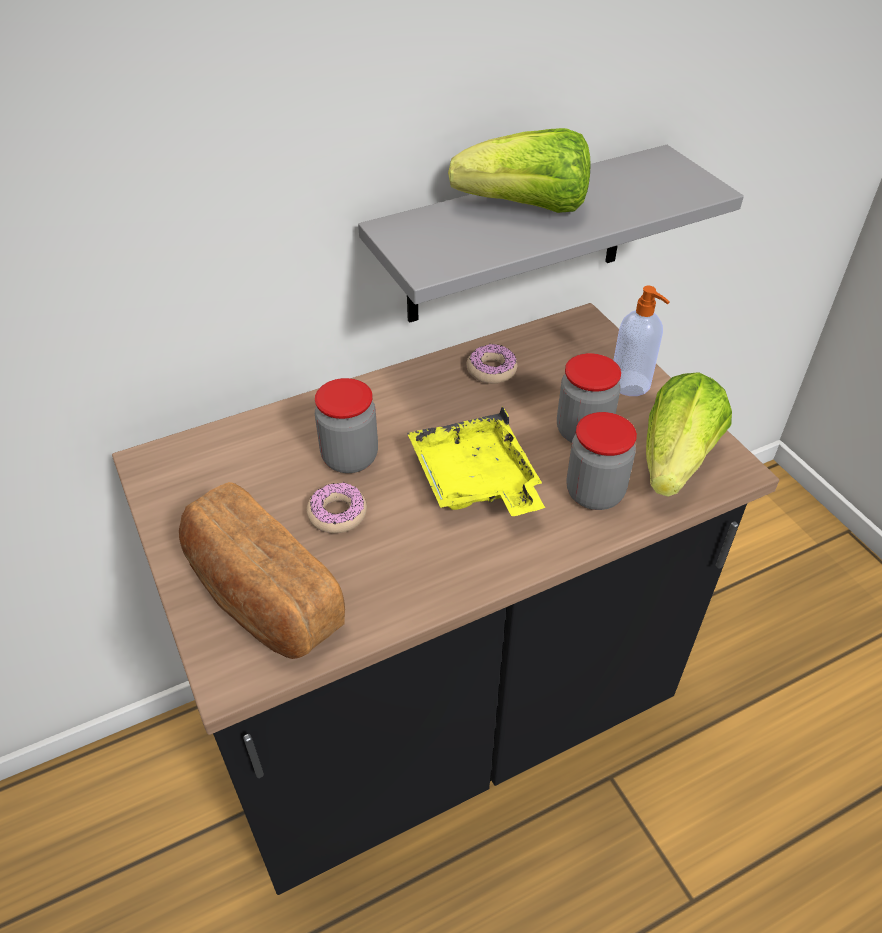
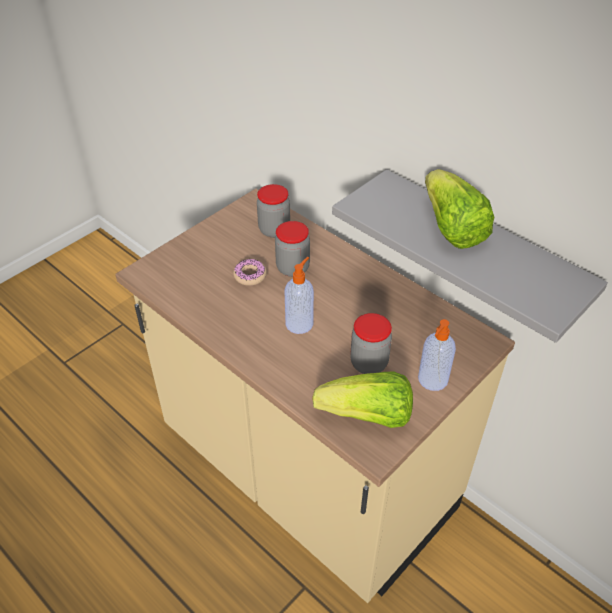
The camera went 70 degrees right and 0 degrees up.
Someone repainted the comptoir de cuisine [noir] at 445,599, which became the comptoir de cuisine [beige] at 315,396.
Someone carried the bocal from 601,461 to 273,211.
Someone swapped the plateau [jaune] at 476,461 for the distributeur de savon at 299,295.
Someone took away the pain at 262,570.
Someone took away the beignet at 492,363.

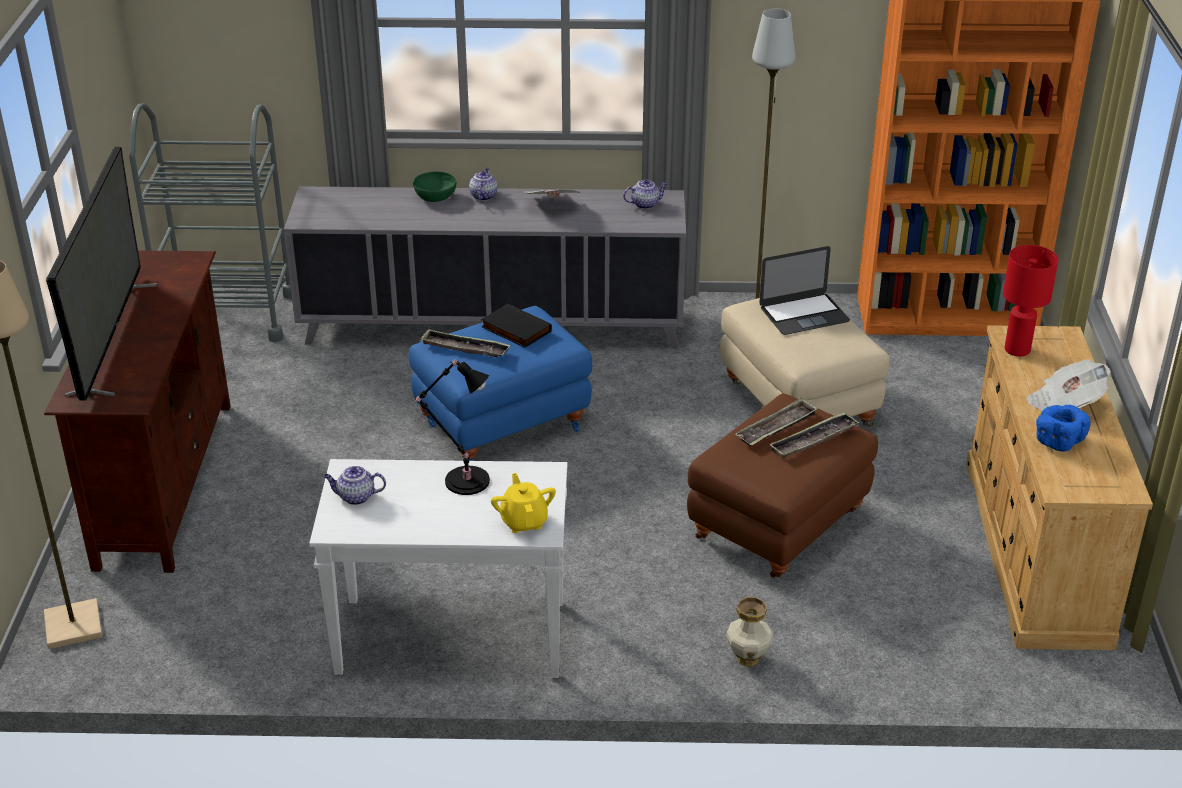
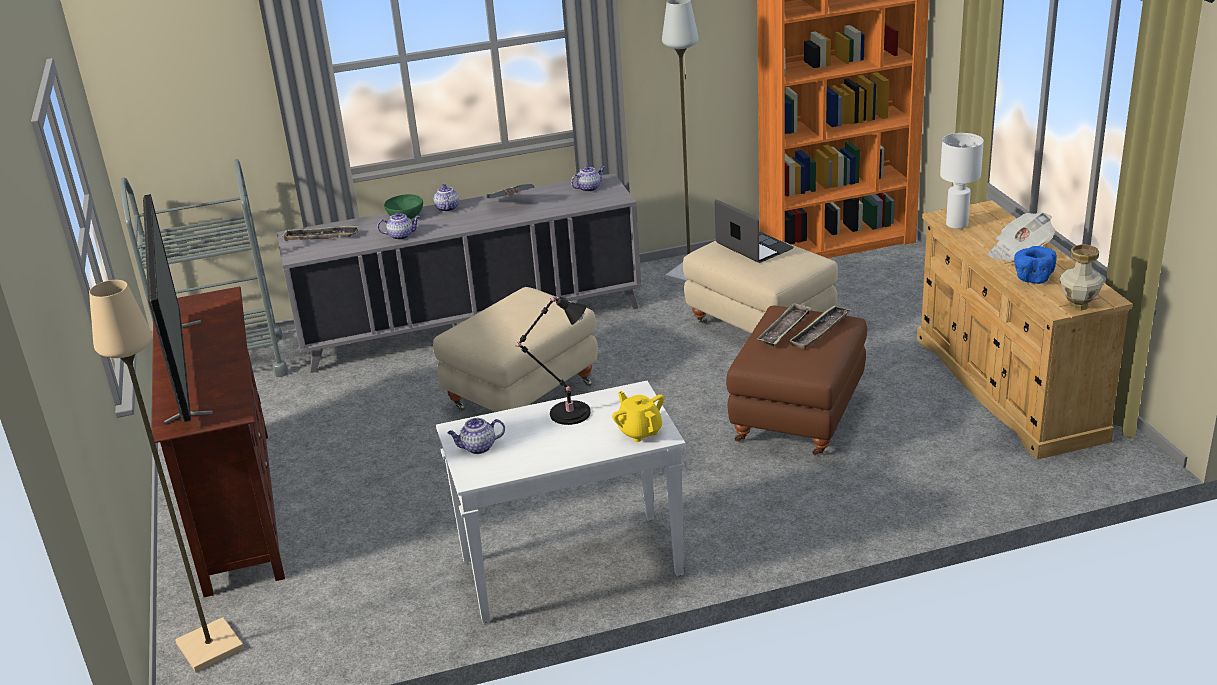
The camera went 15 degrees left and 5 degrees down.
Someone carried the plateau from 465,343 to 320,233.
Someone put down the théière at 398,226.
Someone repainted the pouf [bleu] at 500,383, which became the pouf [beige] at 515,349.
Someone rotated the ordinateur portable at 804,290 by 90 degrees counterclockwise.
Someone repainted the lampe de table [rouge] at 1031,301, which became the lampe de table [blanc] at 962,181.
Someone carried the vase from 749,631 to 1082,277.
Someone took away the livre [noir] at 516,326.

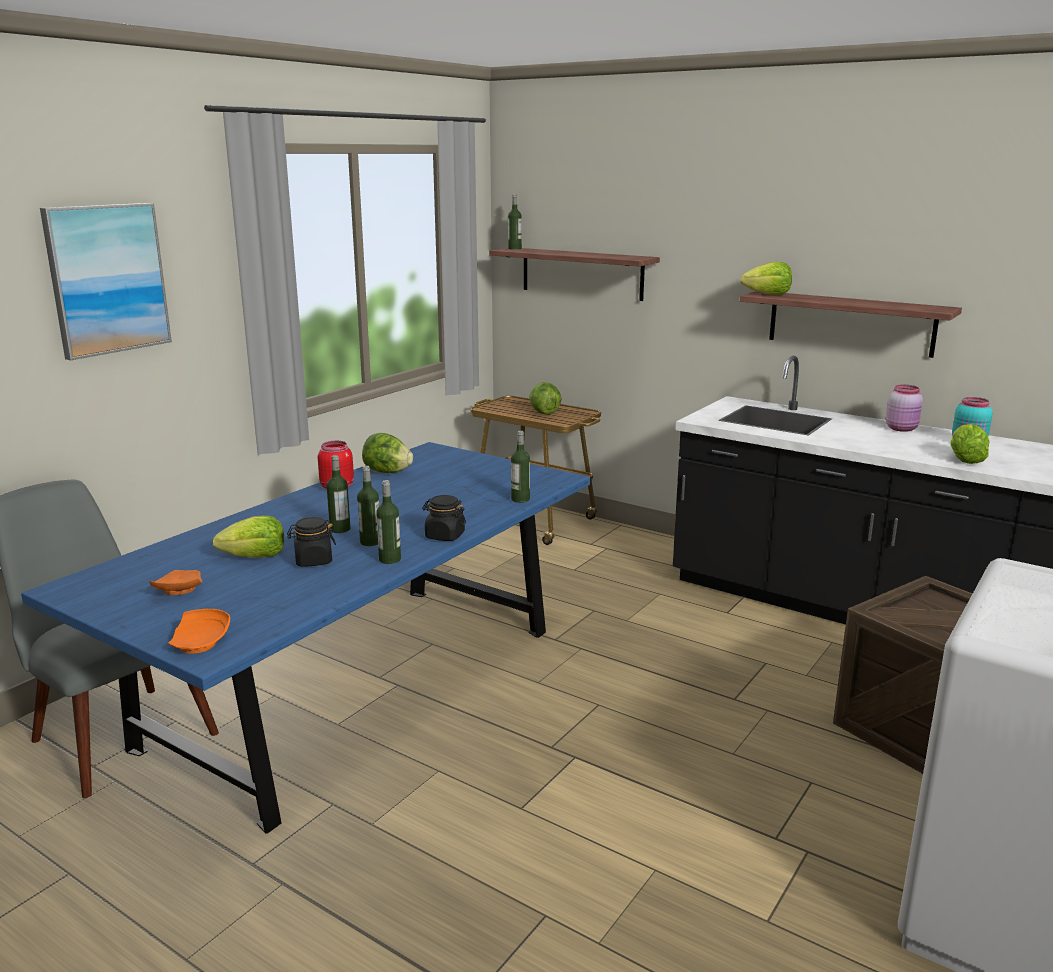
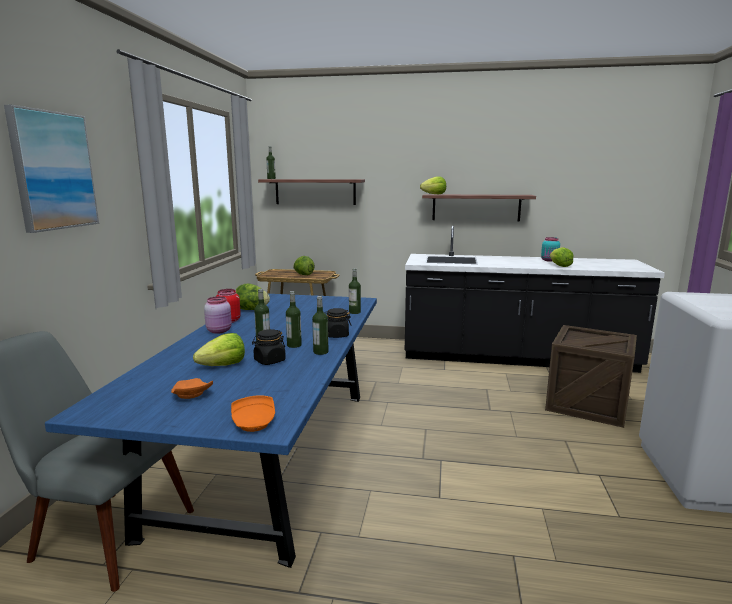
The camera went 25 degrees left and 5 degrees down.
Someone carried the bocal [rose] from 904,408 to 218,315.

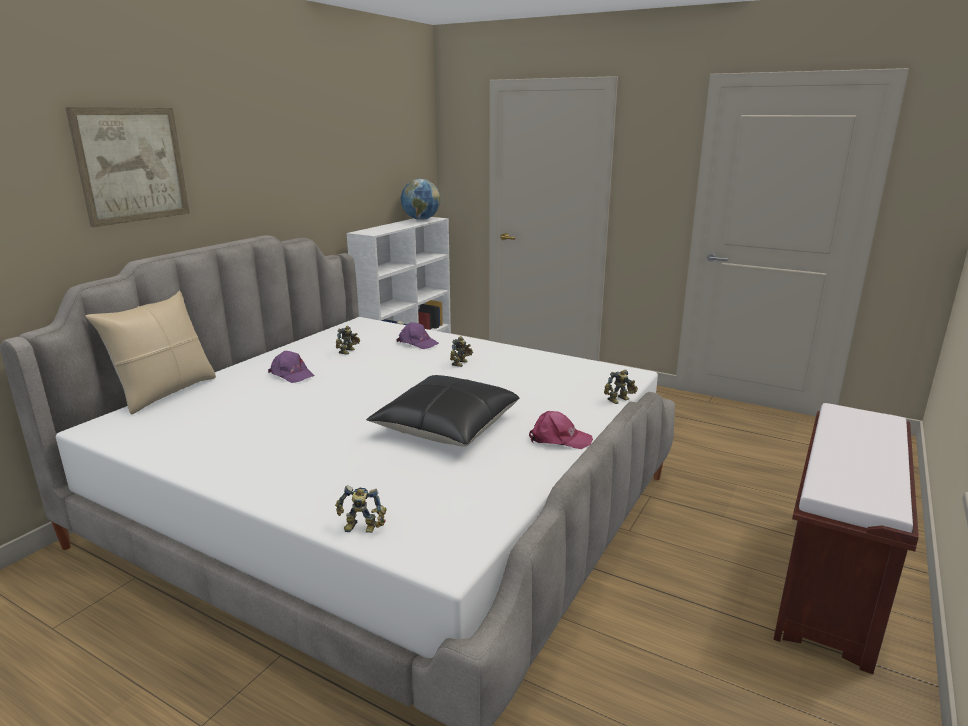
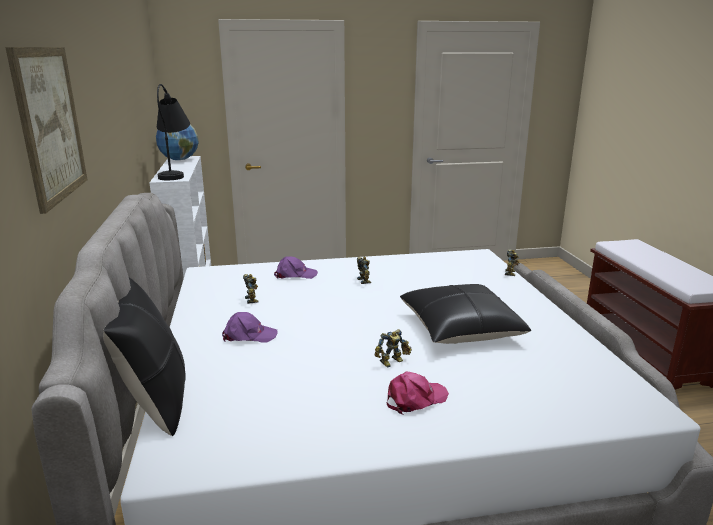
The camera went 40 degrees left and 0 degrees up.
Someone repainted the coussin [beige] at 151,352, which became the coussin [noir] at 144,356.
Someone put down the lampe de table [noir] at 173,132.
Someone carried the robot jouet from 361,509 to 393,348.
Someone carried the casquette [rose] from 561,430 to 418,393.

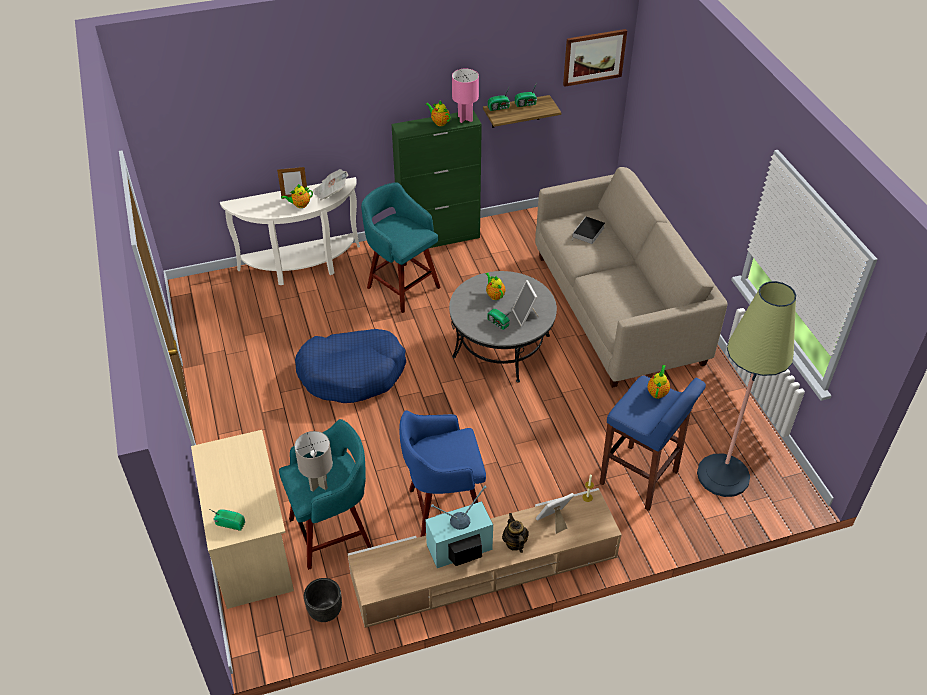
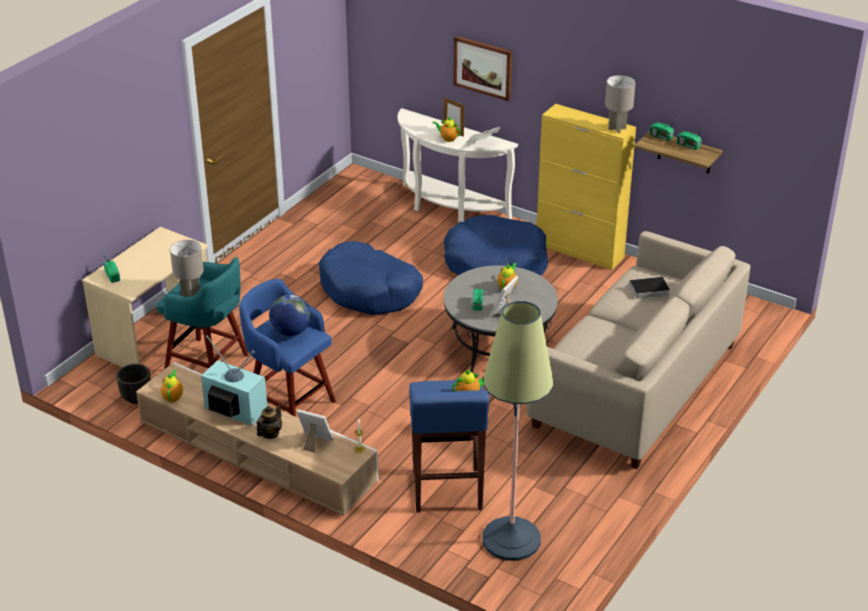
The camera went 50 degrees right and 10 degrees down.
Someone carried the théière from 437,113 to 172,386.
Someone put down the globe at 290,315.
Someone swapped the tabouret [turquoise] at 401,247 for the panier pour chien [bleu] at 496,245.
Someone carried the tableau from 595,58 to 482,68.
Someone repainted the meuble de rangement [vert] at 436,179, which became the meuble de rangement [jaune] at 586,187.
Someone repainted the lampe de table [rose] at 465,96, which became the lampe de table [gris] at 620,104.

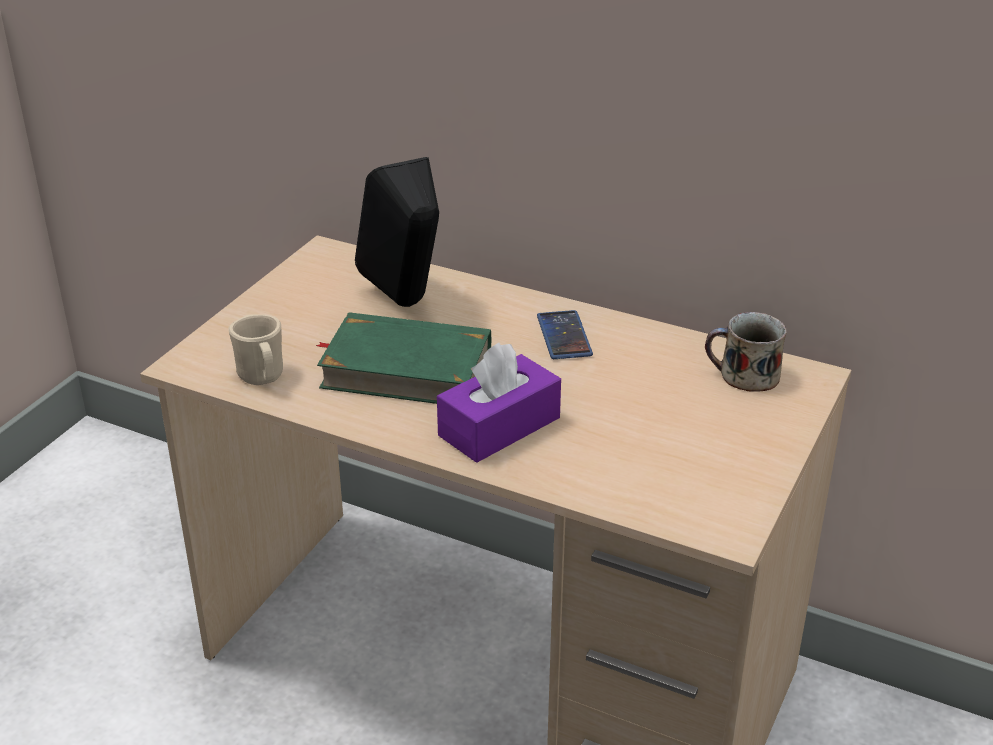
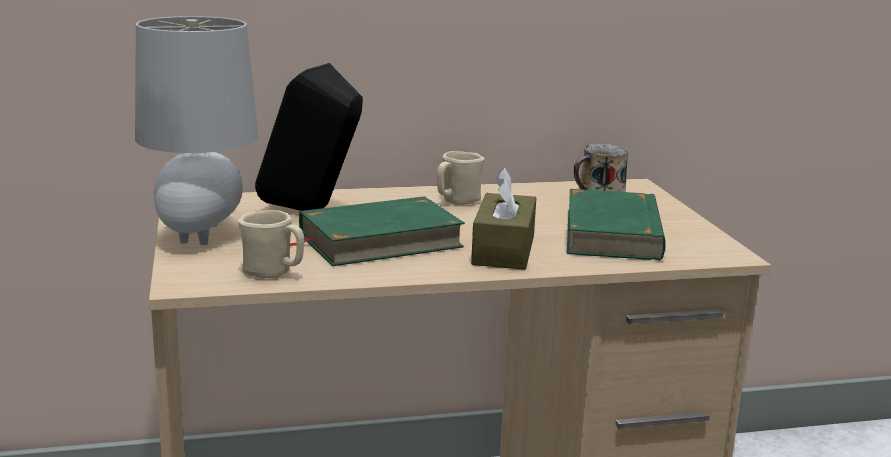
The camera went 40 degrees left and 15 degrees down.
Someone put down the lampe de table [gris] at 197,130.
Someone swapped the téléphone at 565,334 for the mug [beige] at 460,178.
Someone repainted the boîte à mouchoirs [violet] at 499,403, which became the boîte à mouchoirs [marron] at 503,218.
Someone put down the livre [vert] at 616,224.

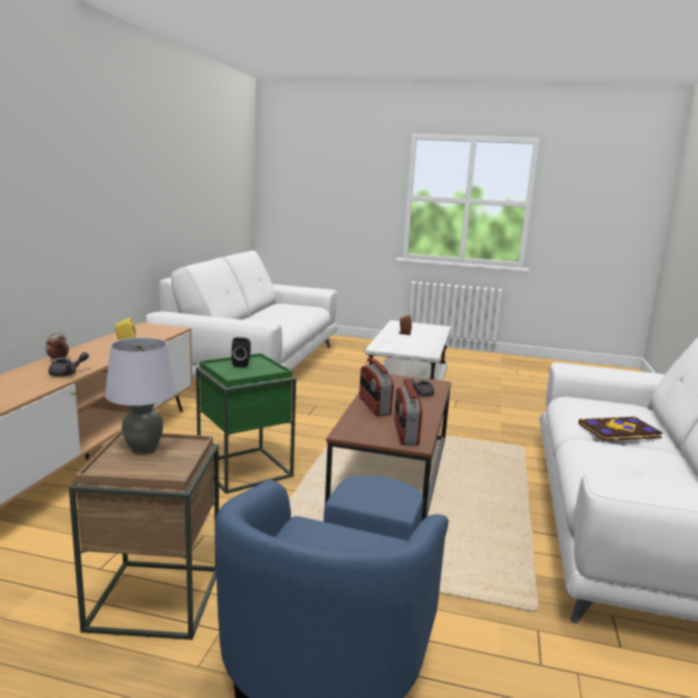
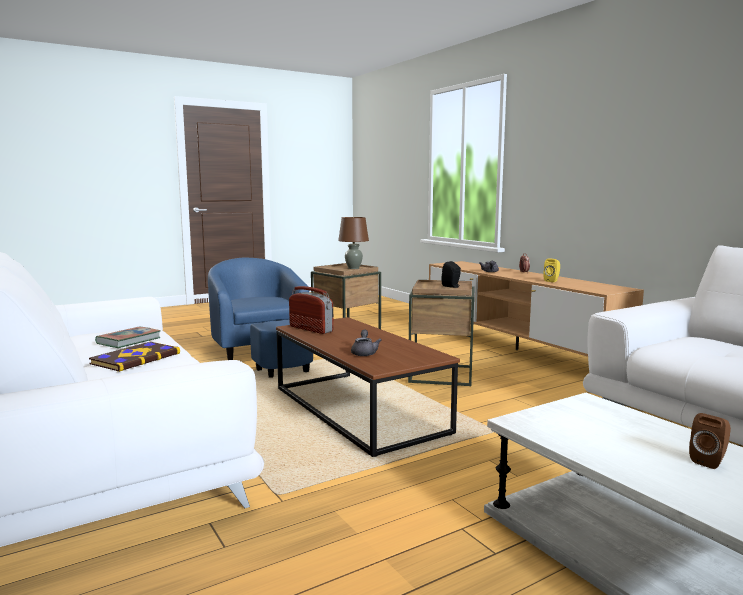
The camera went 135 degrees right and 5 degrees down.
Someone put down the livre at 128,337.
Someone repainted the lampe de table [gris] at 140,396, which became the lampe de table [marron] at 353,243.
Someone repainted the table d'appoint [vert] at 246,423, which became the table d'appoint [marron] at 441,333.
Someone took away the radio at 376,387.

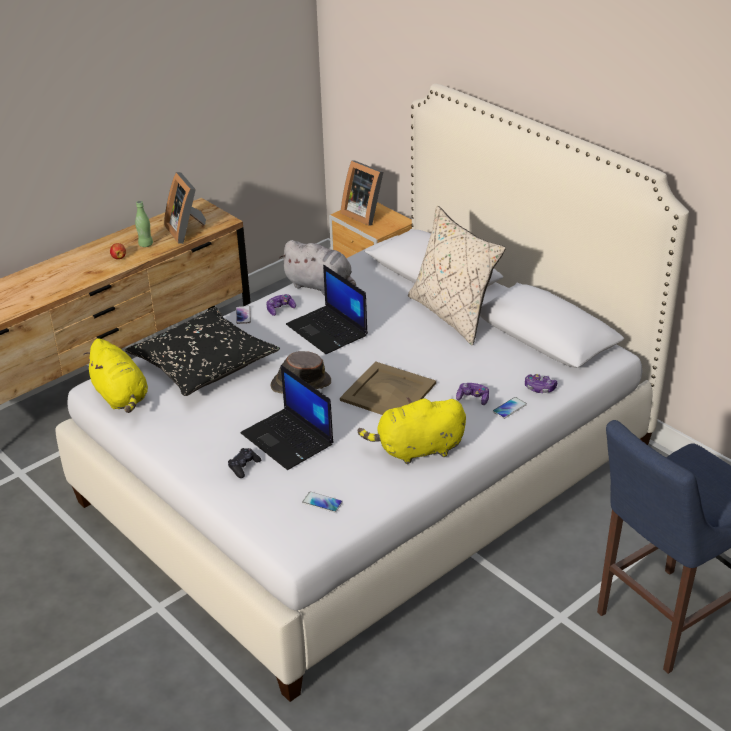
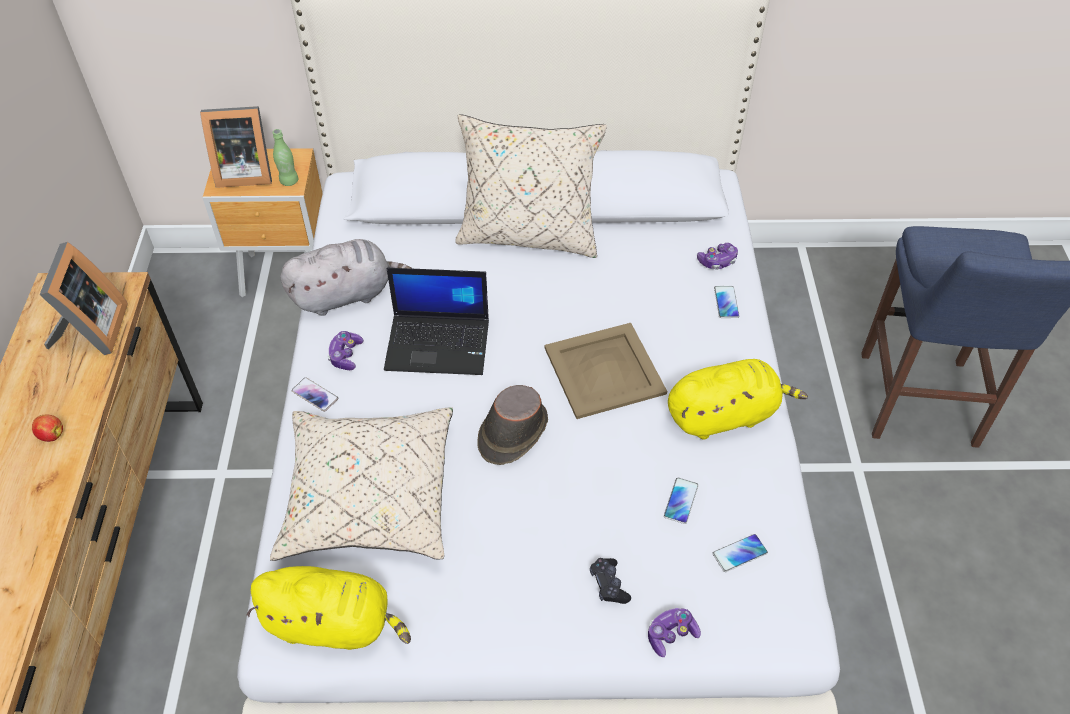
The camera went 50 degrees left and 15 degrees up.
Someone rotated the cadre photo at 185,208 by 105 degrees counterclockwise.
Someone repainted the coussin [noir] at 202,351, which became the coussin [beige] at 361,484.
Someone carried the bouteille [vert] from 144,224 to 285,157.
Someone carried the manette from 472,394 to 674,632.
Someone put down the téléphone at 681,500.
Someone rotated the peluche [jaune] at 412,430 by 135 degrees counterclockwise.
Someone took away the ordinateur portable at 287,417.

